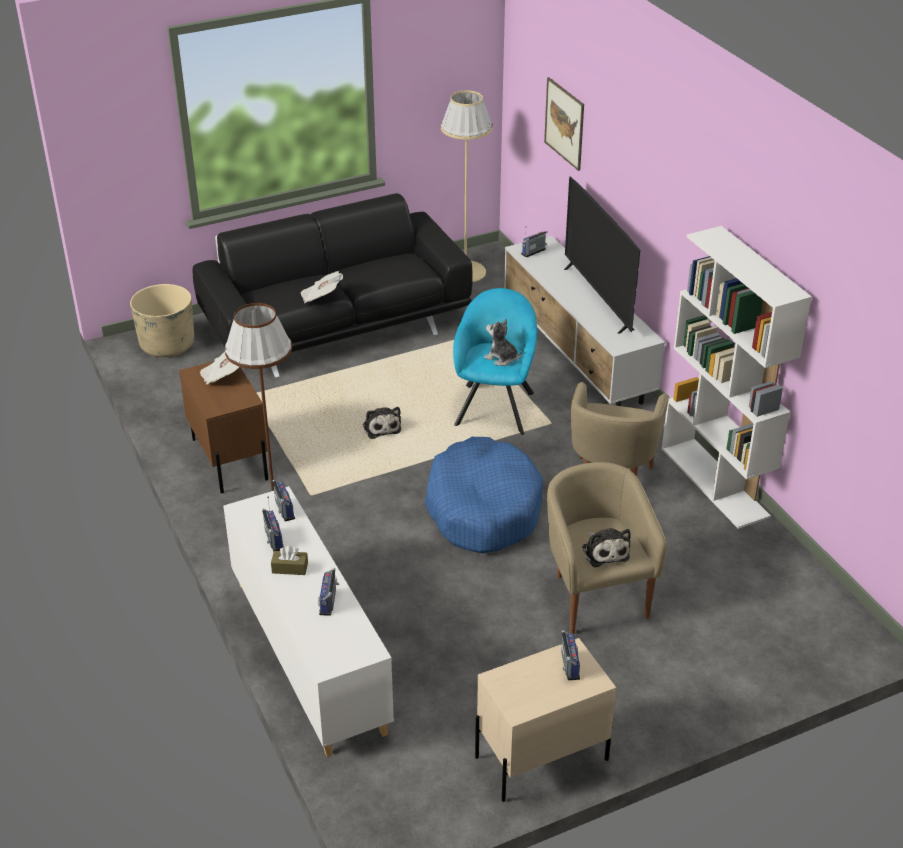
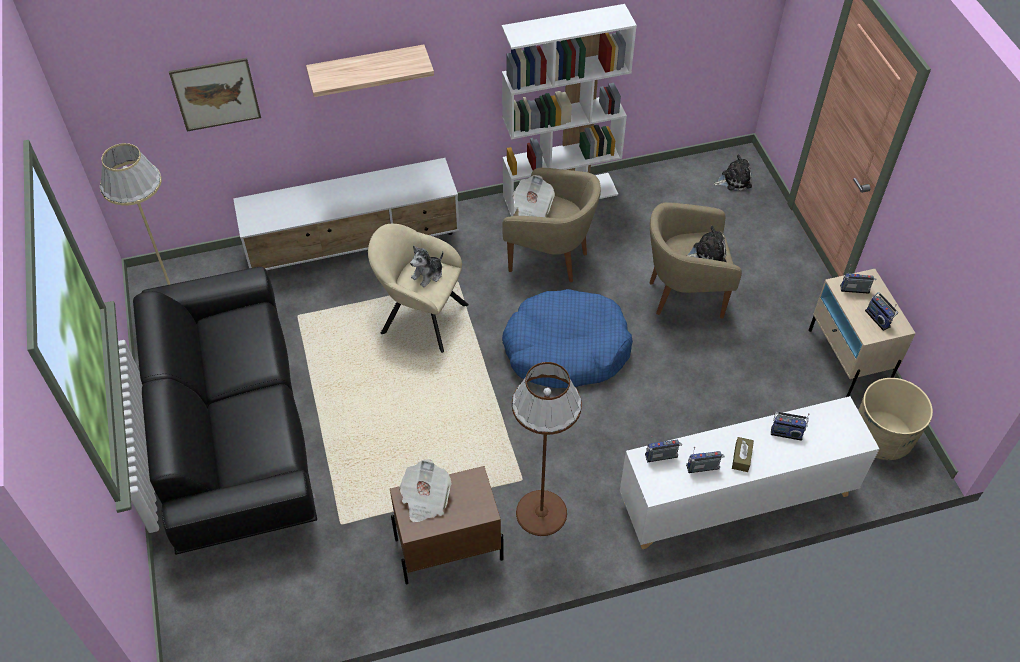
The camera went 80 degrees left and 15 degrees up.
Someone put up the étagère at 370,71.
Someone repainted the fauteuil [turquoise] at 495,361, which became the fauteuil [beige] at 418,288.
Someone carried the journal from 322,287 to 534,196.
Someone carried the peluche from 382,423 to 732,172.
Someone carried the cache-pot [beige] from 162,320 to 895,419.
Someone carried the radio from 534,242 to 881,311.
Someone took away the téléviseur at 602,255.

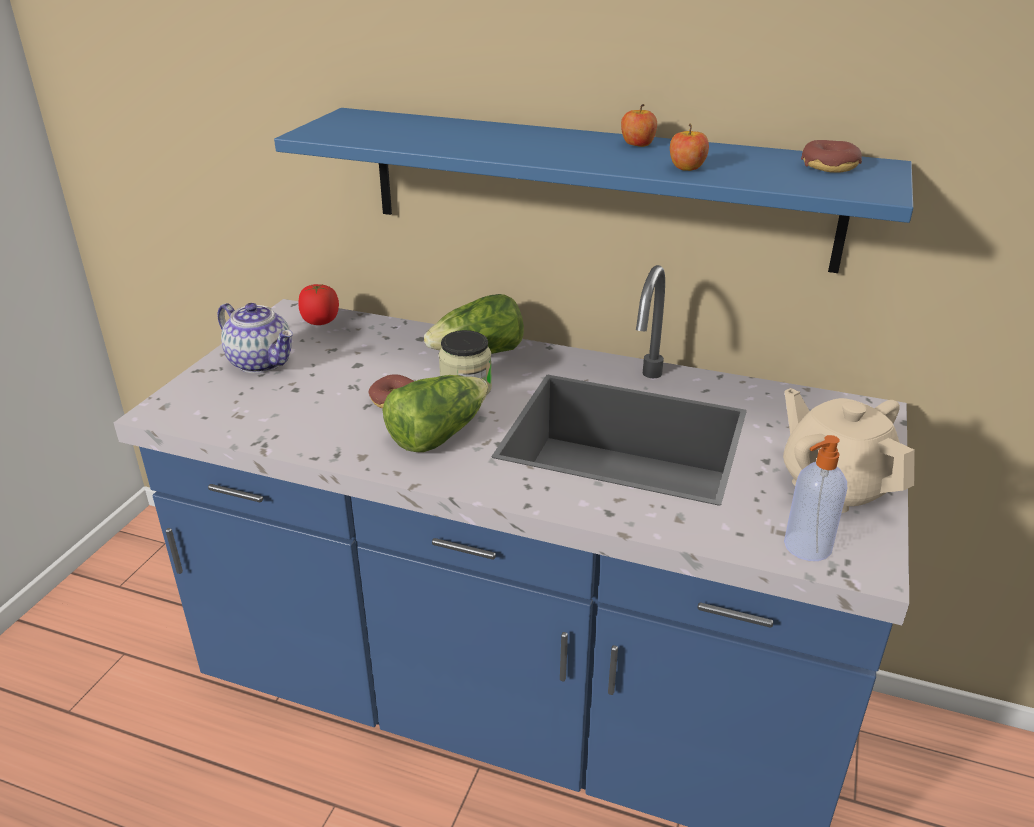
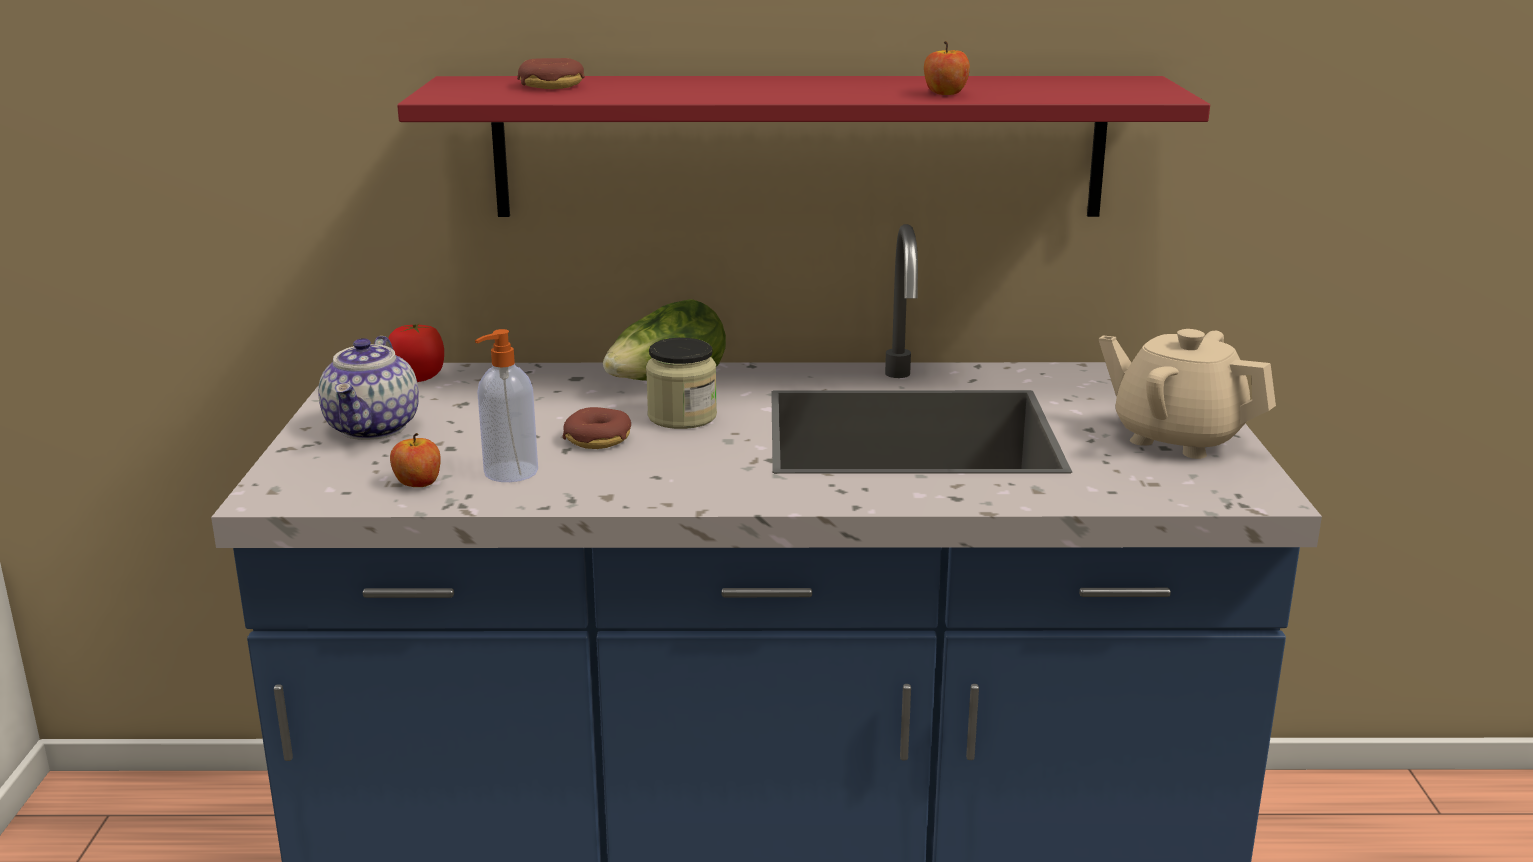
The camera went 20 degrees left and 10 degrees down.
Someone rotated the théière at 255,338 by 75 degrees clockwise.
Someone carried the pomme from 639,125 to 415,460.
Someone repainted the étagère [bleu] at 593,190, which became the étagère [rouge] at 803,146.
Someone carried the distributeur de savon from 815,498 to 506,405.
Someone carried the beignet from 831,156 to 551,73.
Someone took away the laitue at 435,413.

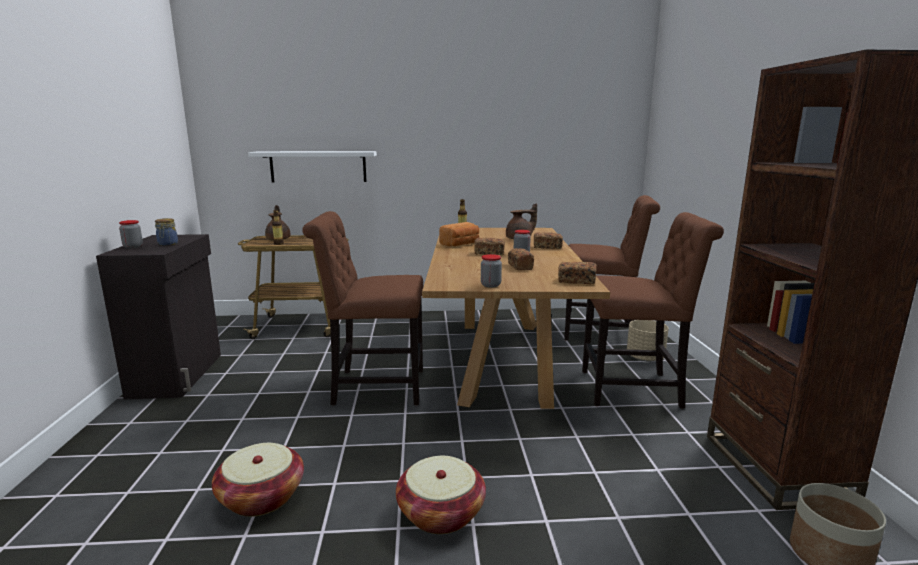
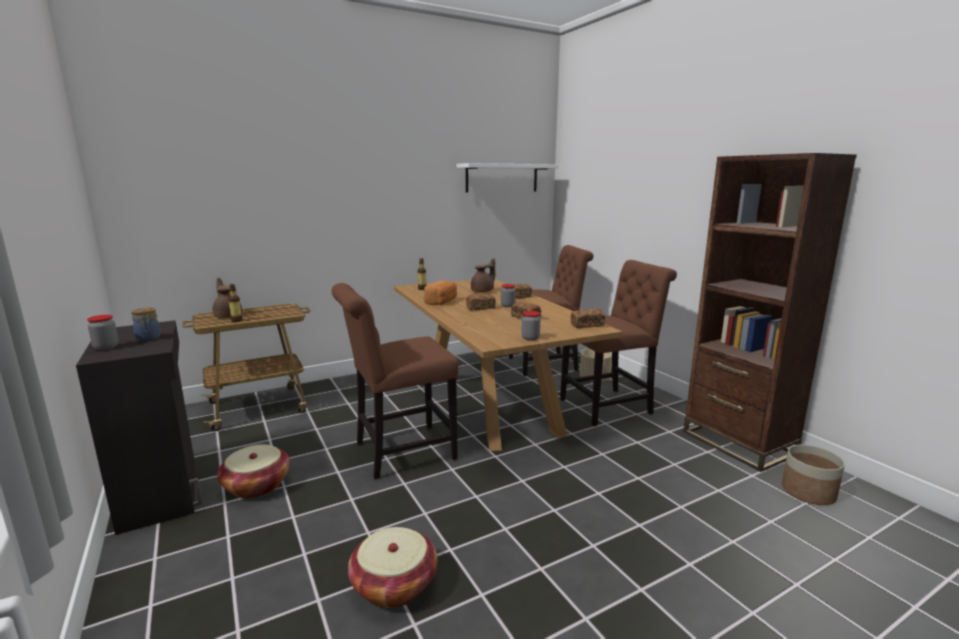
The camera went 25 degrees left and 0 degrees up.
Someone carried the panier from 441,495 to 253,472.
Someone carried the étagère [blanc] from 312,167 to 507,178.

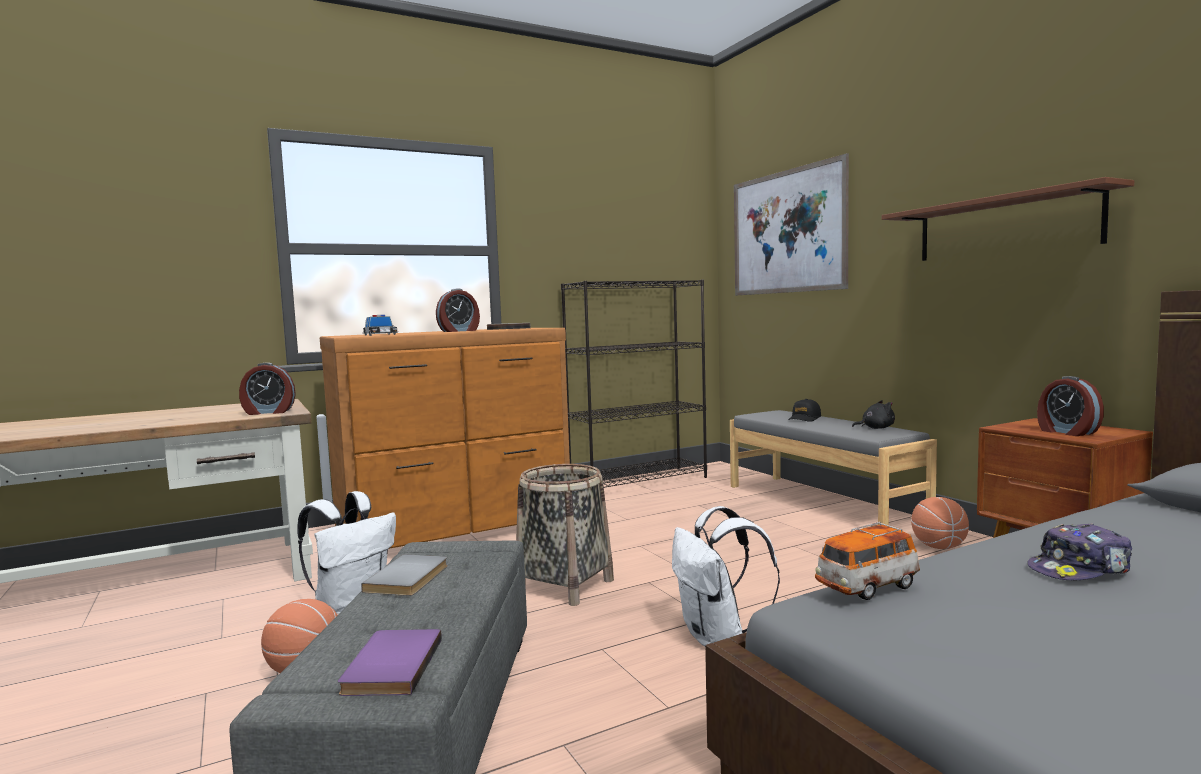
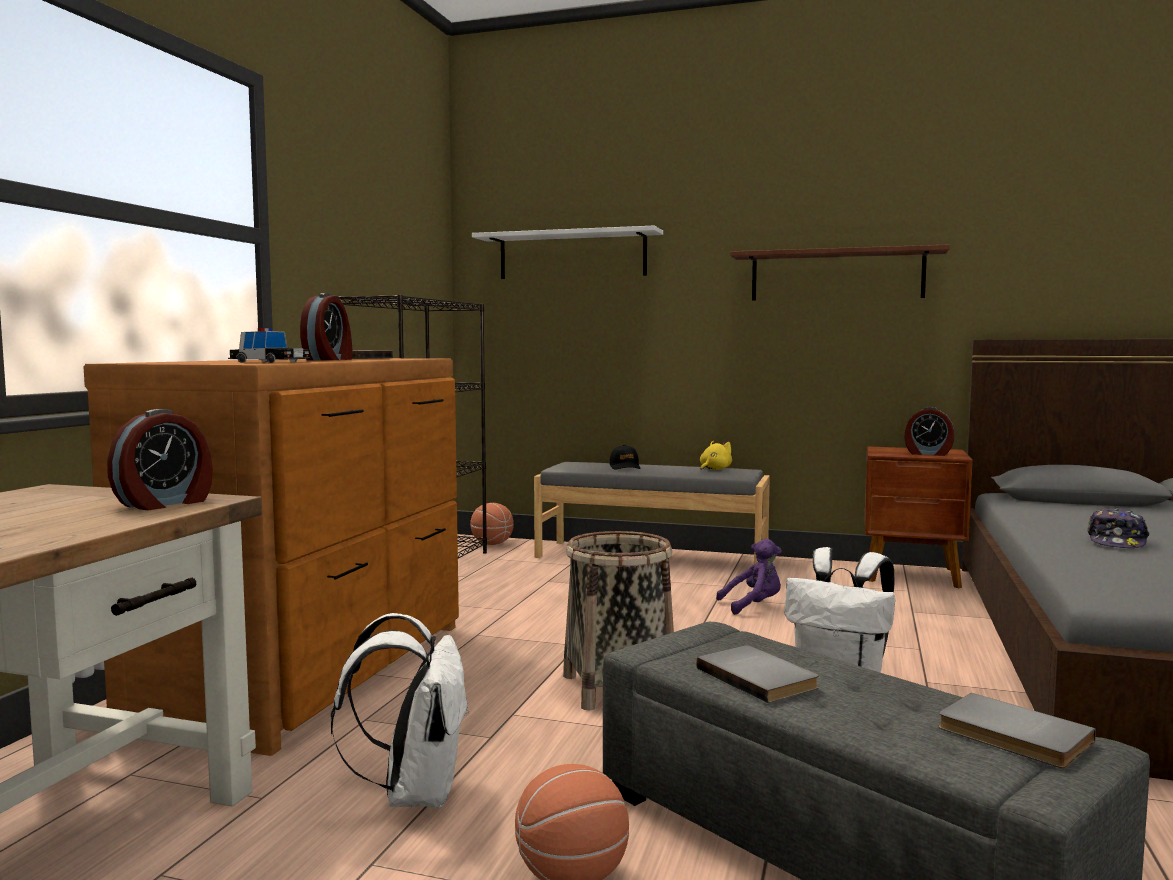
The camera went 45 degrees left and 0 degrees up.
Someone carried the ballon de basket from 940,523 to 492,524.
Someone swapped the tableau at 791,224 for the étagère [blanc] at 567,252.
Someone repainted the peluche [noir] at 873,414, which became the peluche [jaune] at 716,455.
Someone put down the peluche [violet] at 749,577.
Someone repainted the livre [violet] at 390,662, which became the livre [gris] at 1017,730.
Someone took away the petite voiture at 867,561.

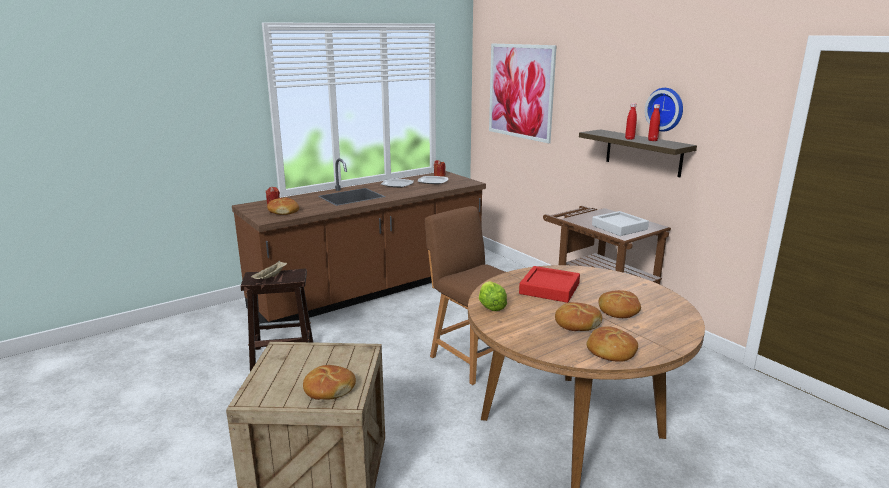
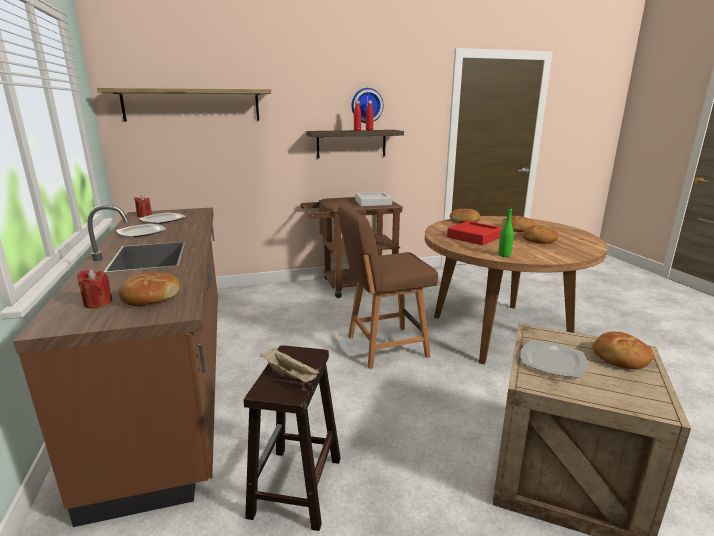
The camera went 70 degrees left and 0 degrees up.
Someone swapped the tableau at 523,93 for the étagère at 184,105.
Someone carried the pain from 612,344 to 465,216.
Someone swapped the laitue at 493,296 for the bouteille [vert] at 506,232.
Someone put down the assiette at 554,359.

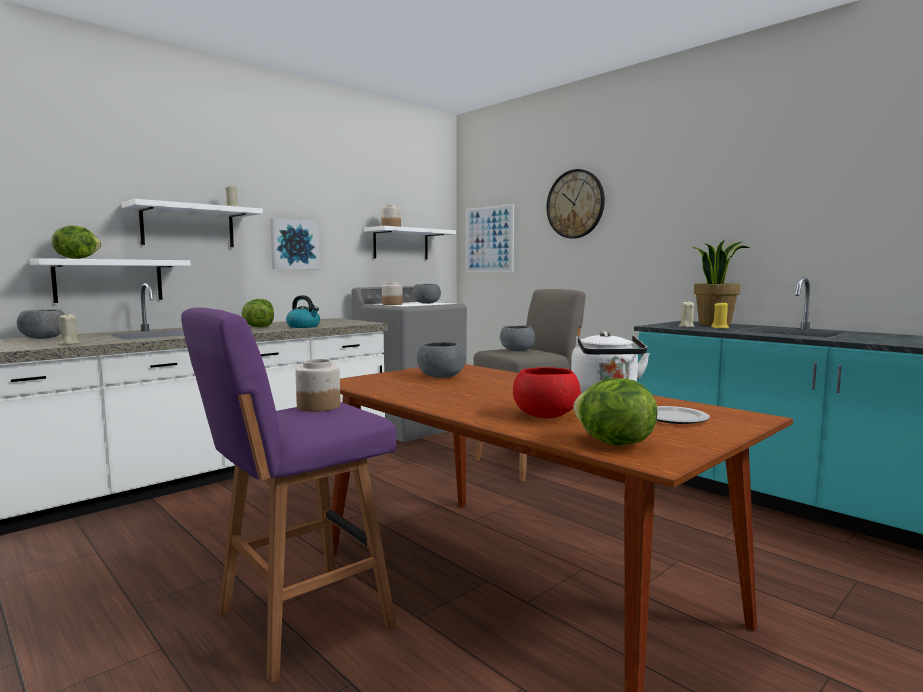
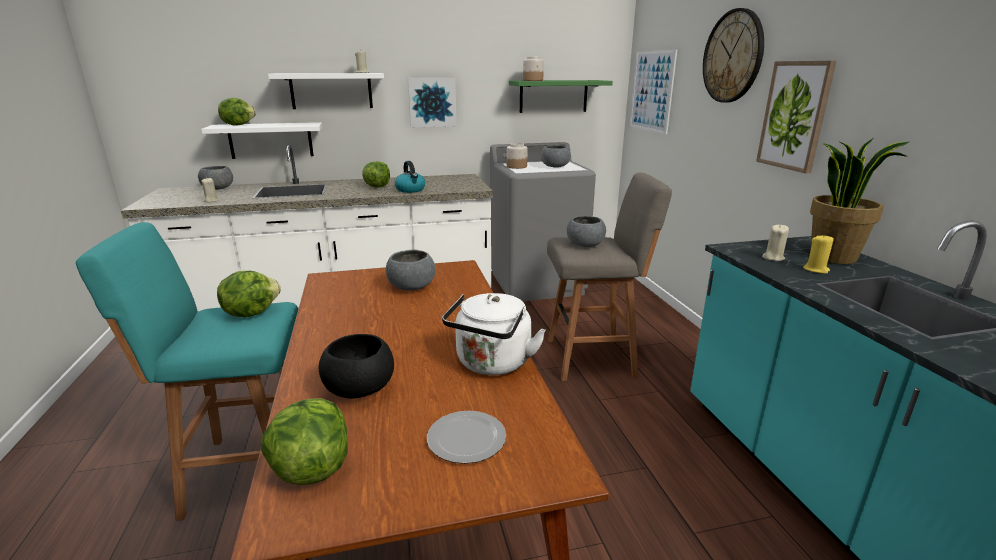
The camera went 30 degrees right and 15 degrees up.
Someone repainted the tabouret [violet] at 289,495, which became the tabouret [turquoise] at 187,371.
Someone swapped the bocal at 318,385 for the laitue at 249,294.
Someone repainted the bol [rouge] at 547,392, which became the bol [noir] at 356,366.
Someone repainted the étagère [blanc] at 410,242, which became the étagère [vert] at 561,96.
Someone put up the tableau at 796,117.

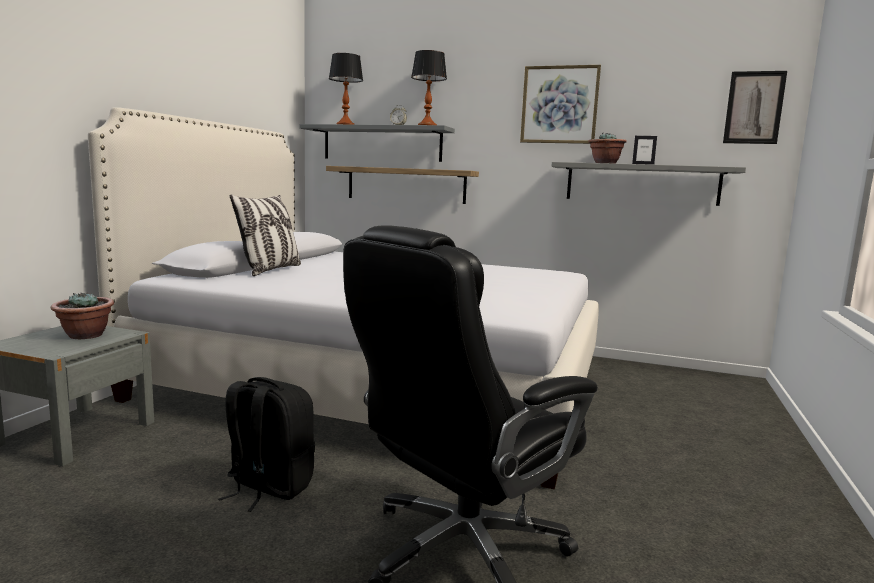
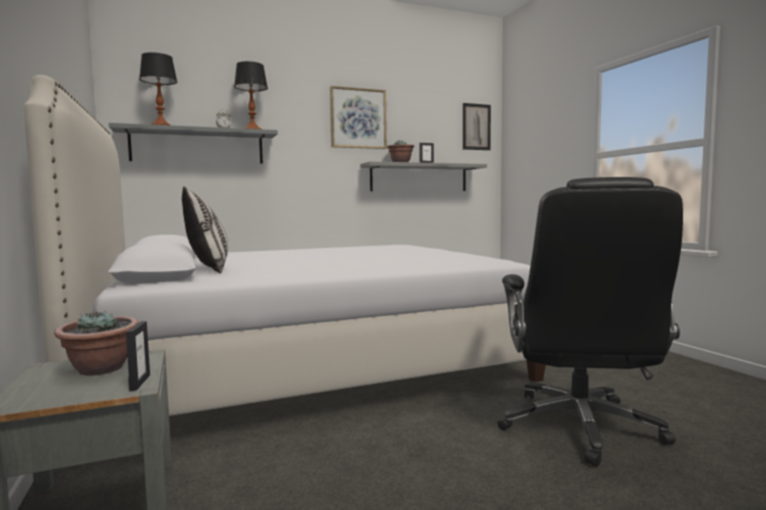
The camera went 40 degrees left and 5 degrees down.
Someone put down the cadre photo at 138,356.
Someone took away the sac à dos [noir] at 266,444.
Someone took away the étagère at 402,185.

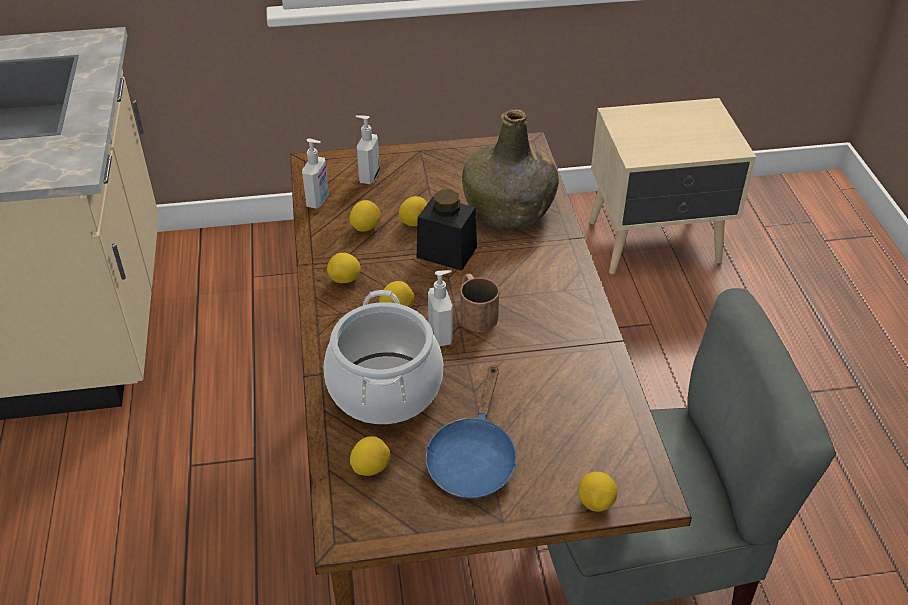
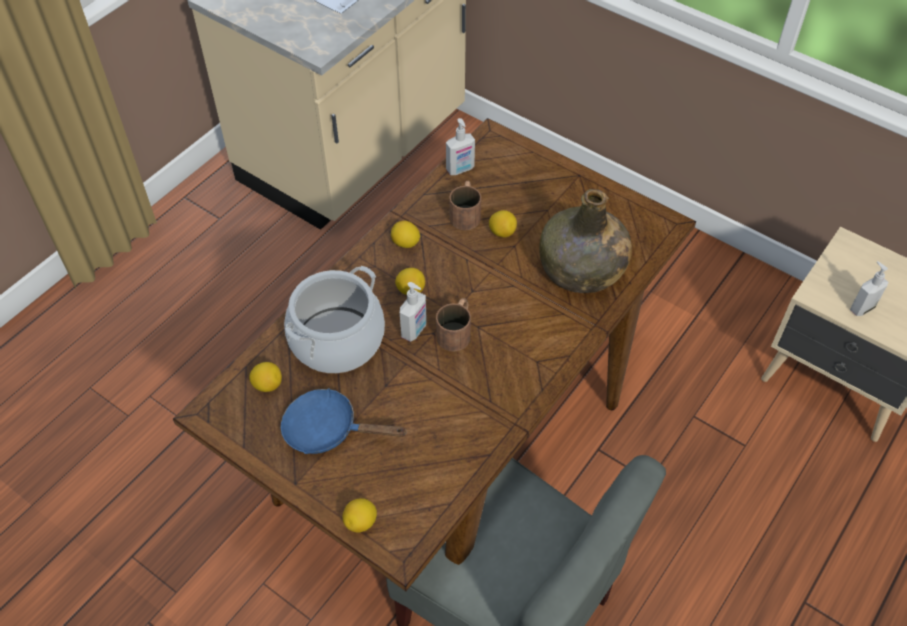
The camera went 45 degrees right and 10 degrees up.
Someone rotated the poêle [bleu] at 471,432 by 45 degrees clockwise.
Someone swapped the citron at 364,216 for the mug [marron] at 465,205.
Someone carried the distributeur de savon from 368,149 to 869,288.
Someone took away the bocal [noir] at 446,230.

